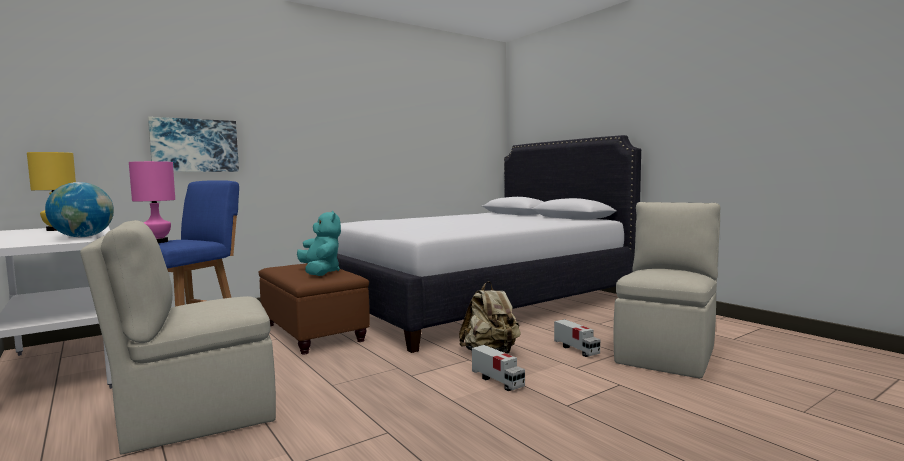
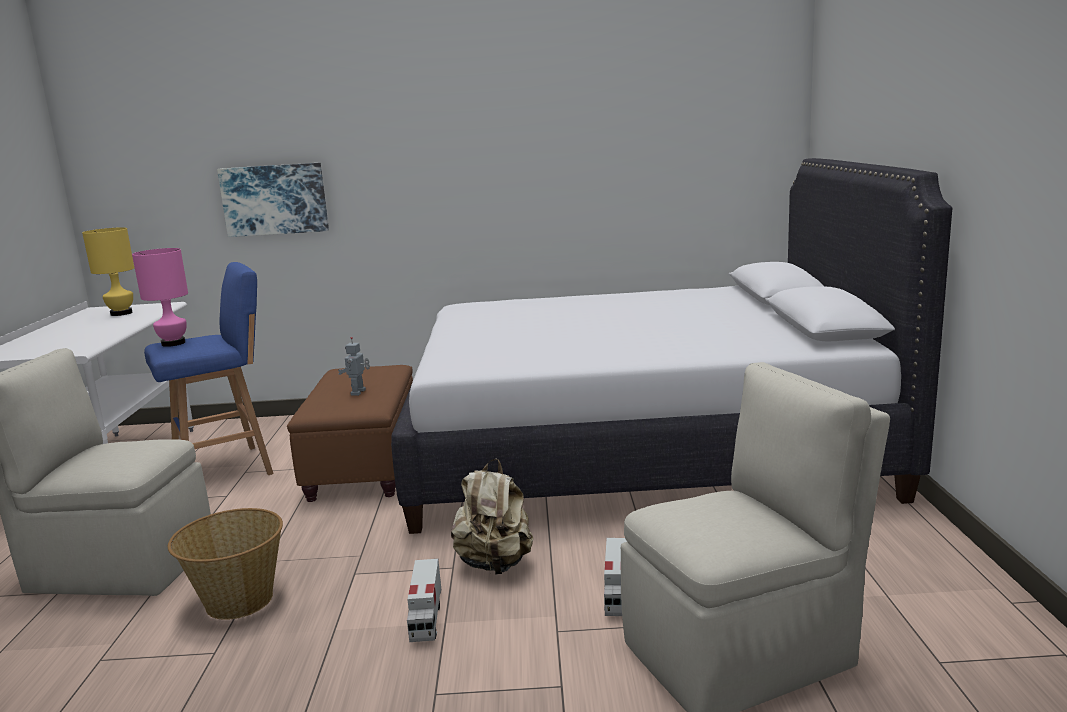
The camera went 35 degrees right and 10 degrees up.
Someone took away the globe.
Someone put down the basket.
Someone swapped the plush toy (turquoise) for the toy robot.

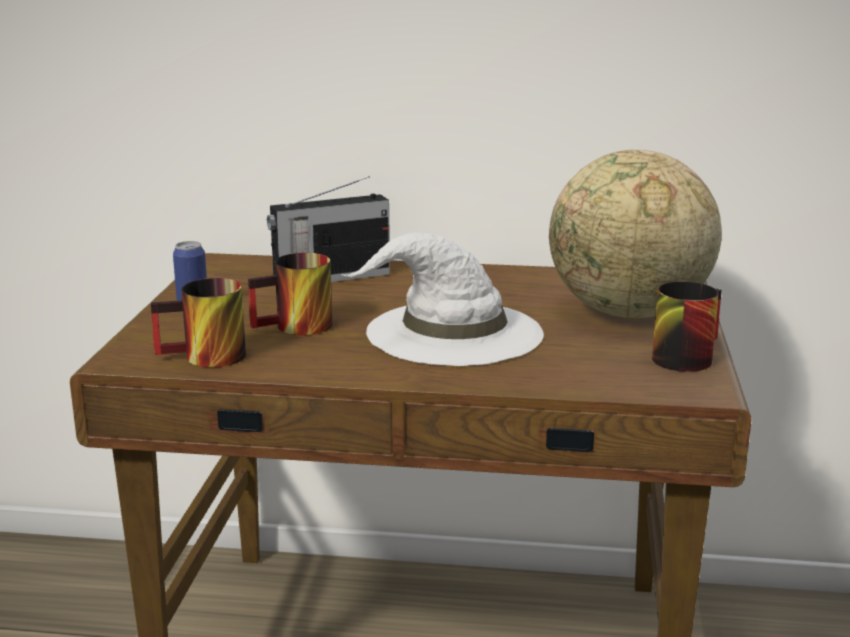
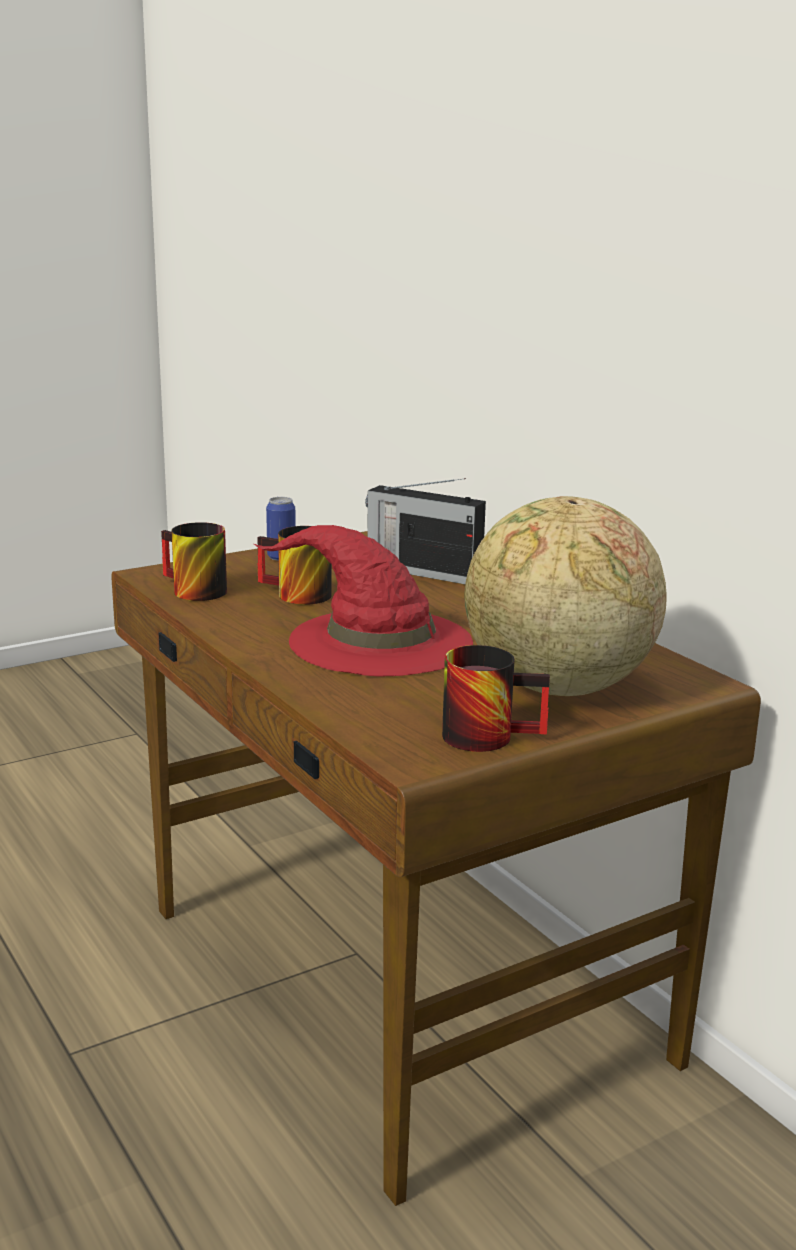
The camera went 50 degrees right and 0 degrees up.
Someone repainted the hat (white), which became the hat (red).

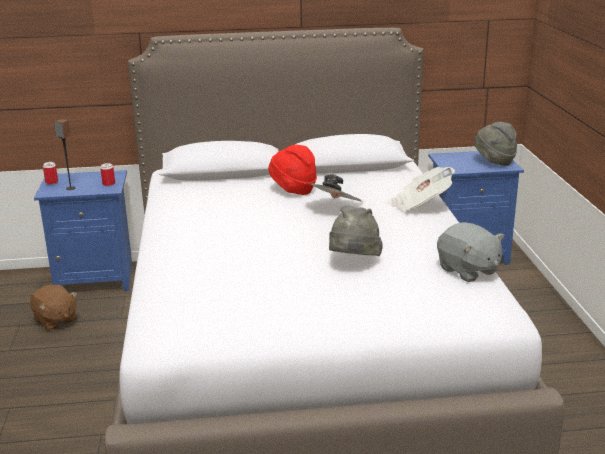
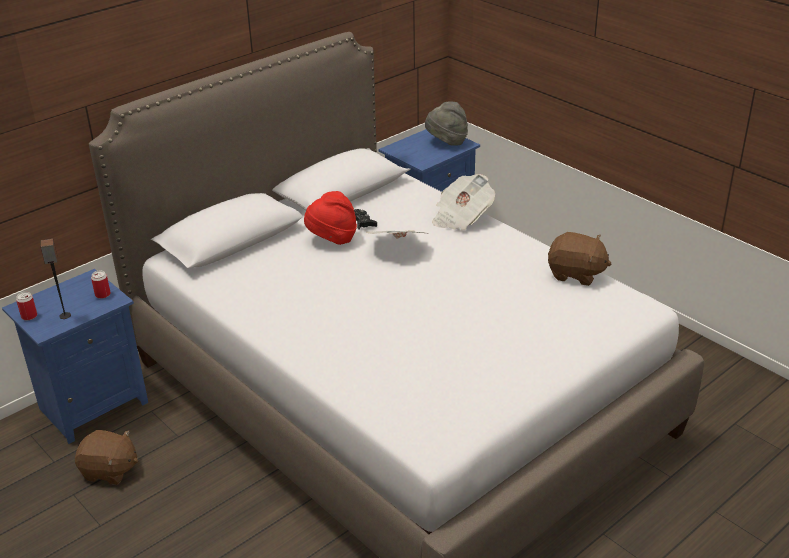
The camera went 35 degrees left and 10 degrees up.
Someone took away the hat (grey) (no. 1 from left).
Someone repainted the plush toy (grey), which became the plush toy (brown) (no. 2 from left).

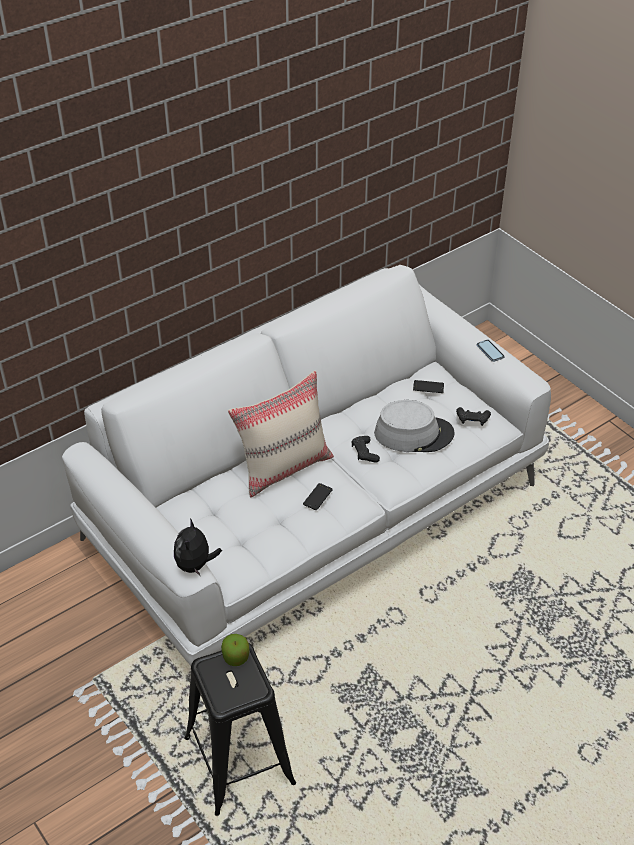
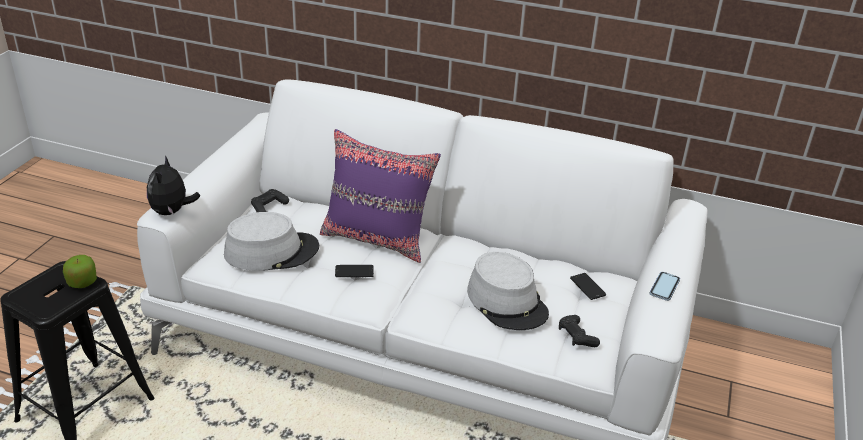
The camera went 55 degrees right and 10 degrees down.
Someone put down the hat (grey) (no. 1 from left).
Someone carried the game controller (black) (no. 1 from left).
Someone repainted the pillow (beige), which became the pillow (purple).
Someone rotated the plush toy by 60 degrees counterclockwise.

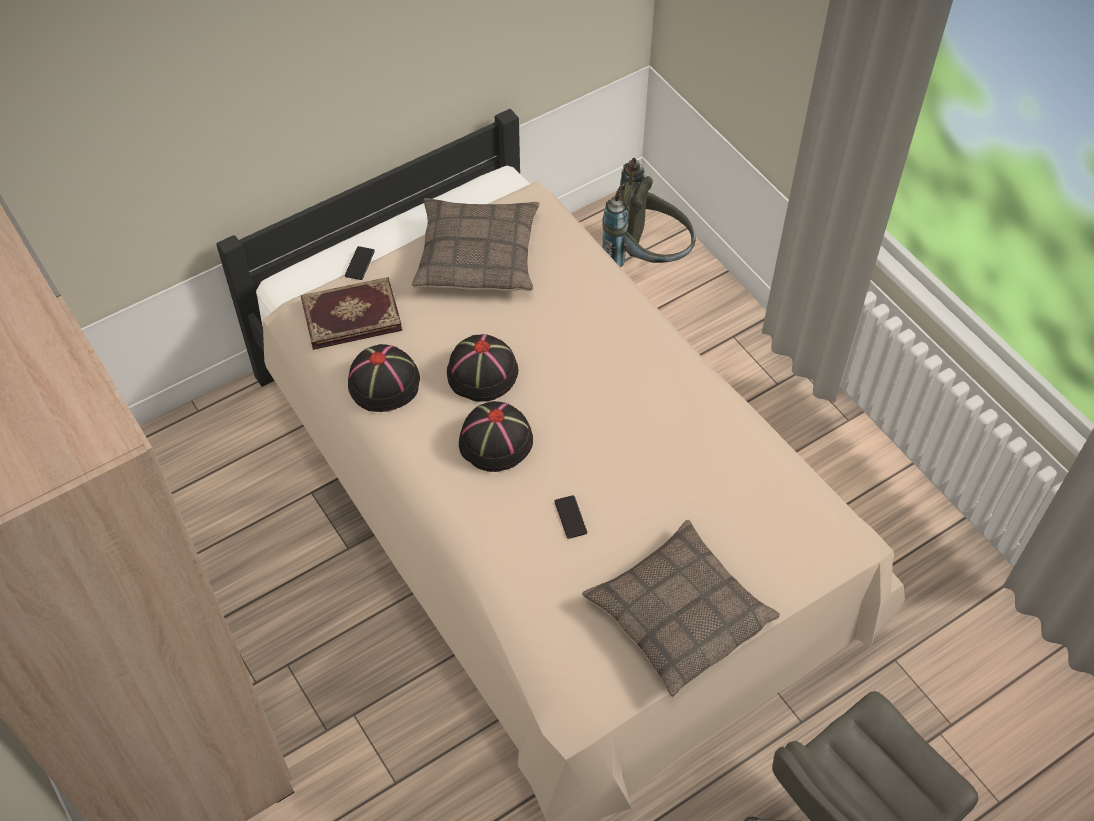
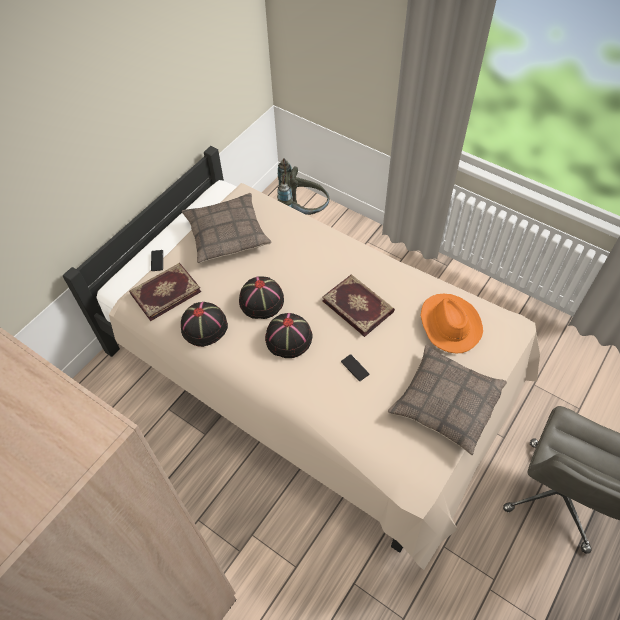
The camera went 20 degrees left and 0 degrees up.
Someone put down the book (no. 2 from left).
Someone put down the hat (orange).

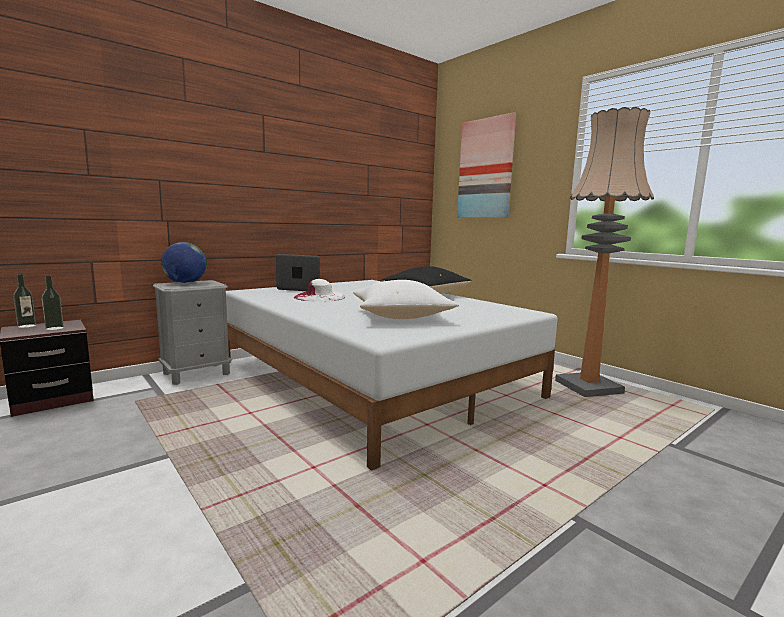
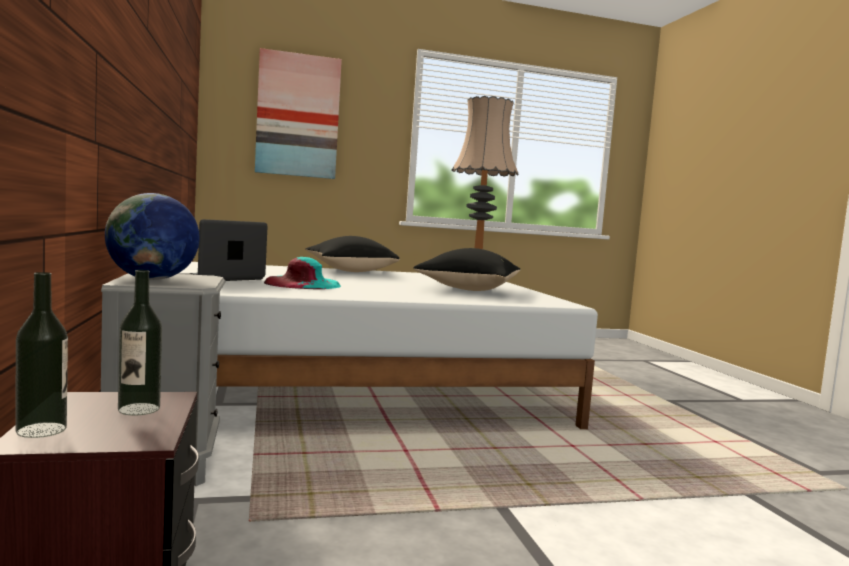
The camera went 65 degrees left and 5 degrees down.
Someone repainted the hat (white), which became the hat (turquoise).
Someone repainted the pillow (white), which became the pillow (black) (no. 2 from left).

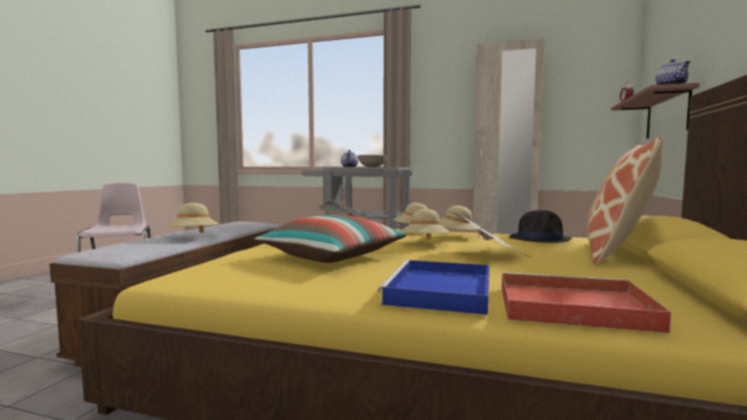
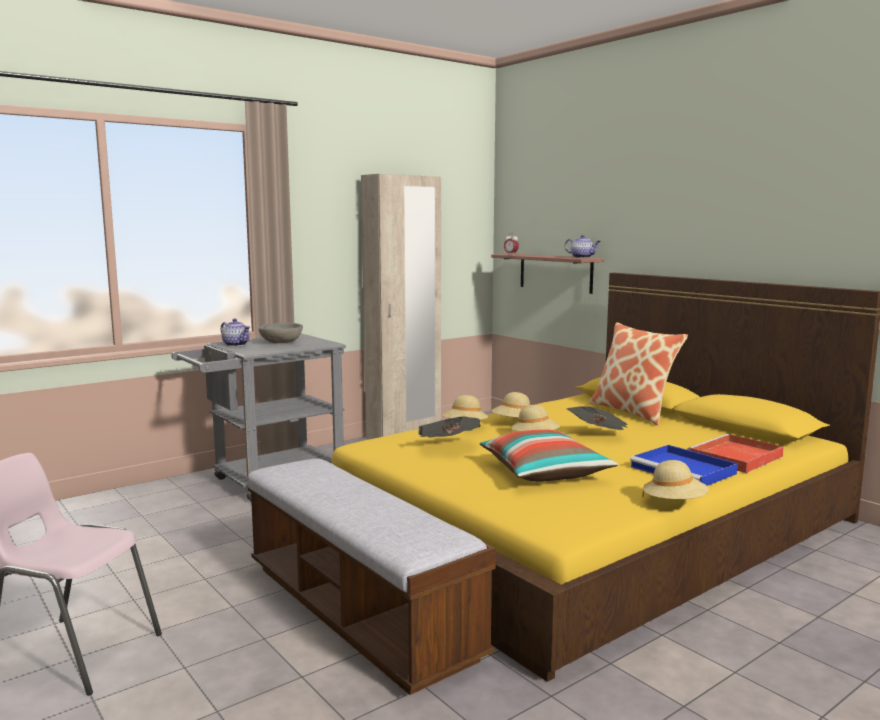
The camera went 55 degrees left and 5 degrees up.
Someone took away the hat (black).
Someone carried the hat (beige) (no. 1 from left in the first image).

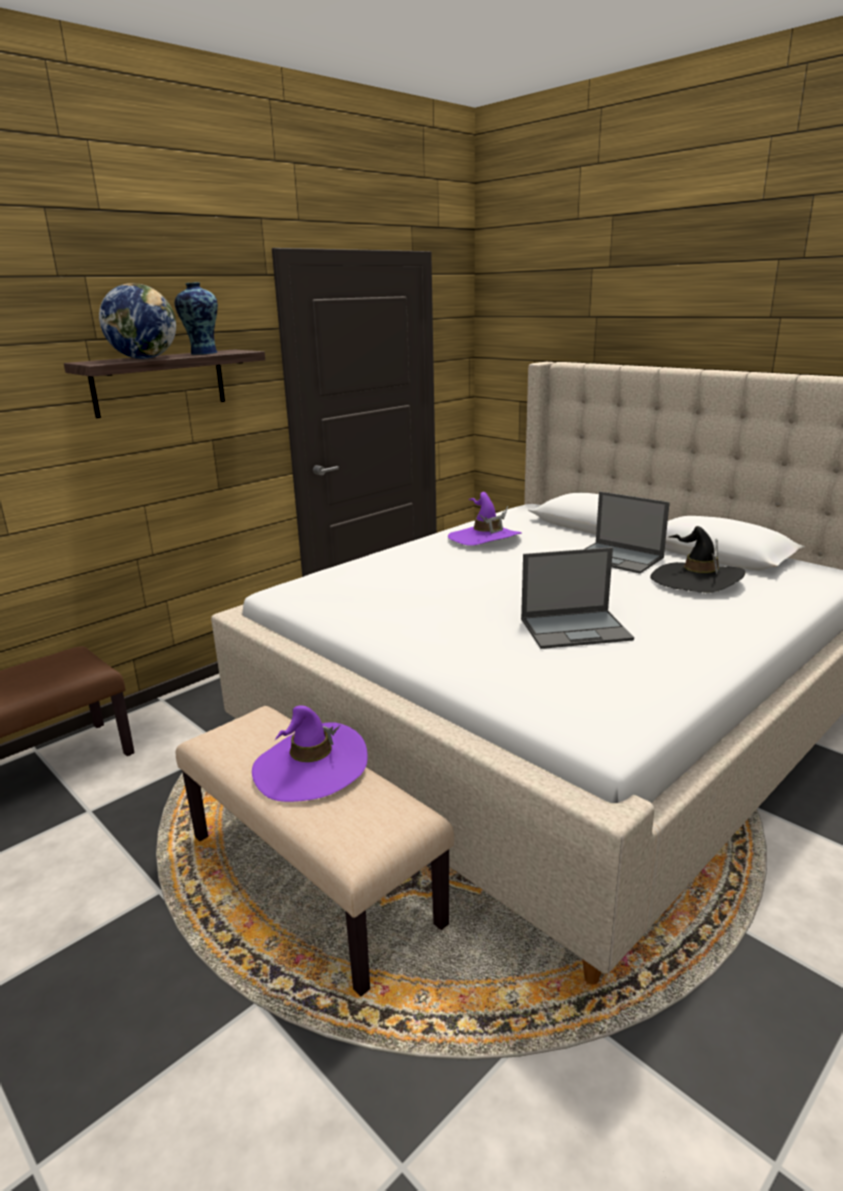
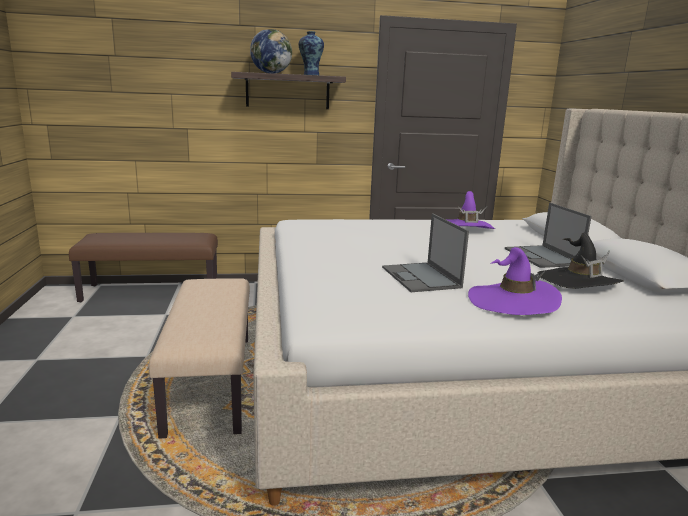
The camera went 35 degrees right and 5 degrees down.
Someone carried the hat (purple) (no. 1 from left in the first image).
Someone rotated the laptop (no. 1 from left) by 45 degrees clockwise.

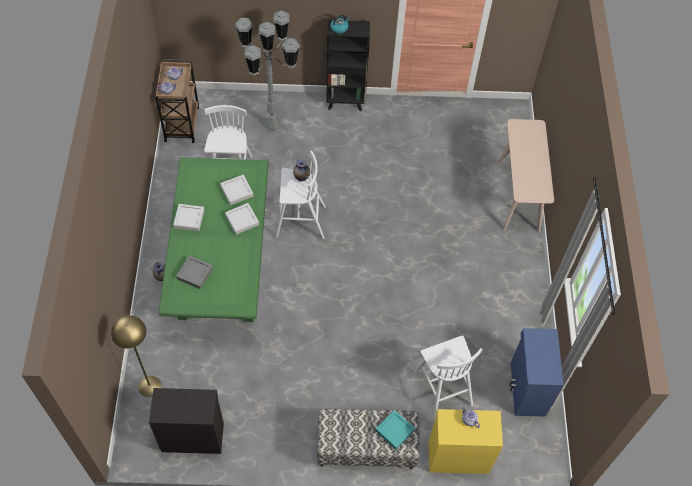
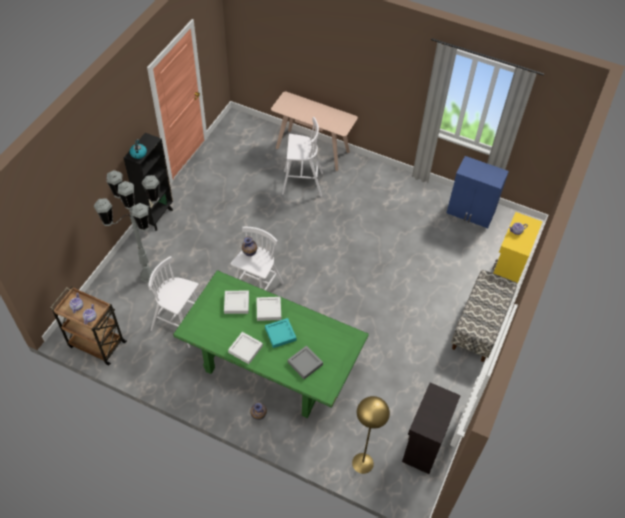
The camera went 65 degrees left and 5 degrees down.
Someone carried the tray (turquoise).
Someone carried the stool (white) (no. 3 from left).

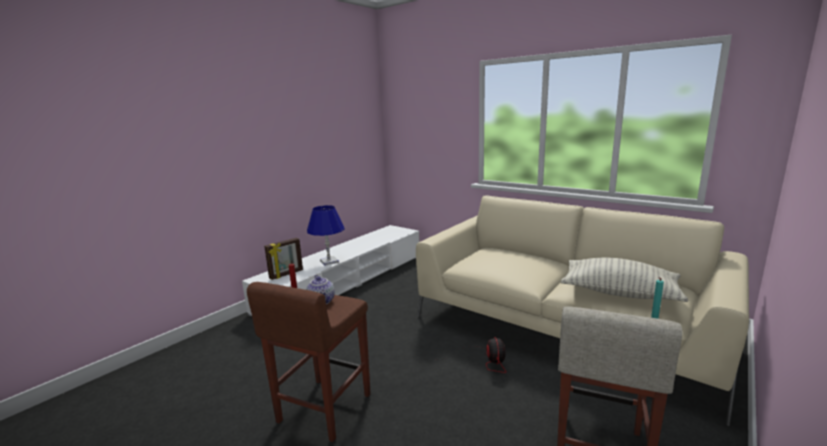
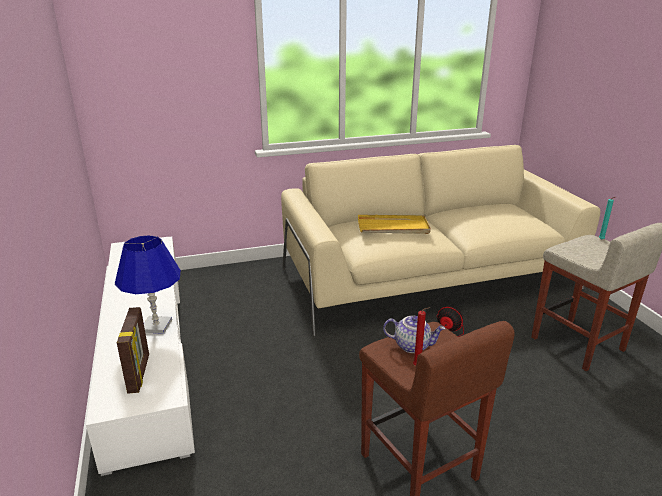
The camera went 55 degrees left and 10 degrees up.
Someone took away the pillow.
Someone put down the tray (yellow).

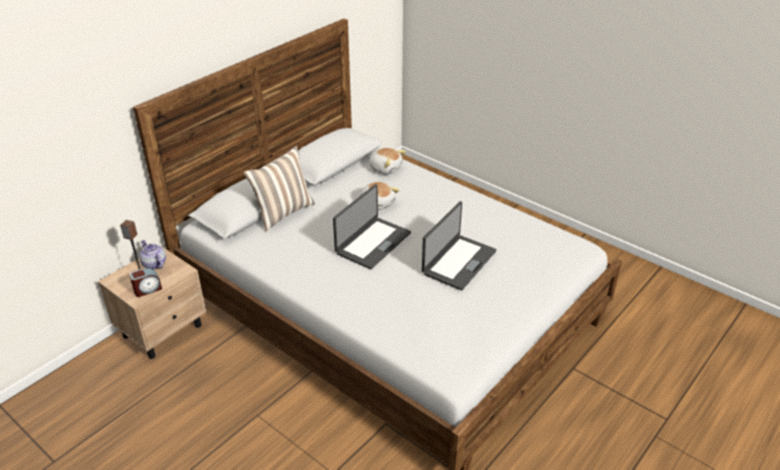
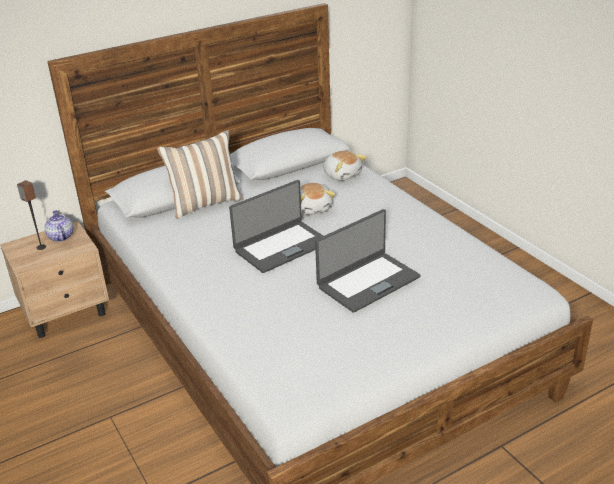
The camera went 20 degrees right and 5 degrees down.
Someone took away the alarm clock.

